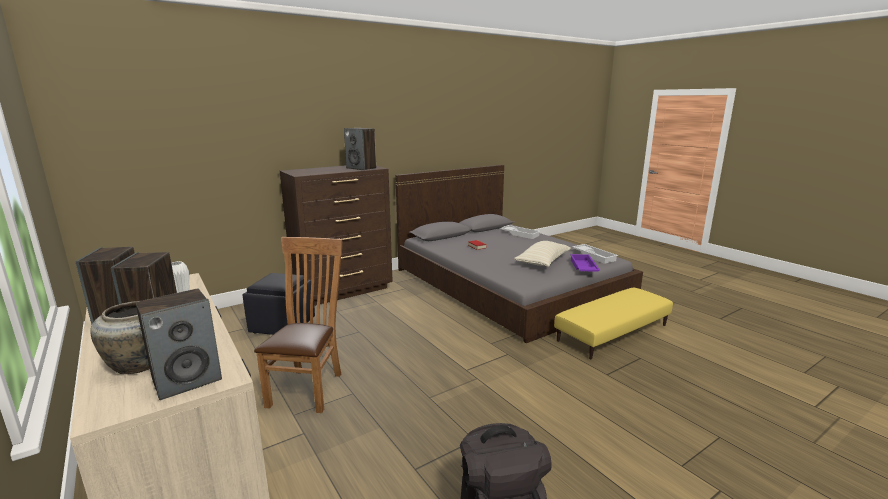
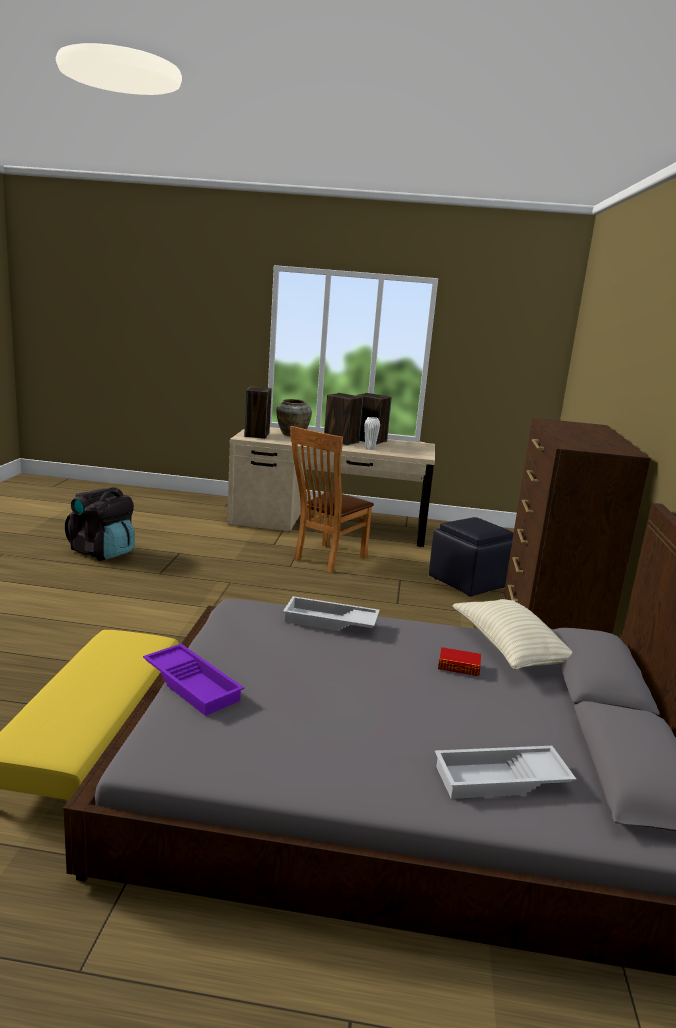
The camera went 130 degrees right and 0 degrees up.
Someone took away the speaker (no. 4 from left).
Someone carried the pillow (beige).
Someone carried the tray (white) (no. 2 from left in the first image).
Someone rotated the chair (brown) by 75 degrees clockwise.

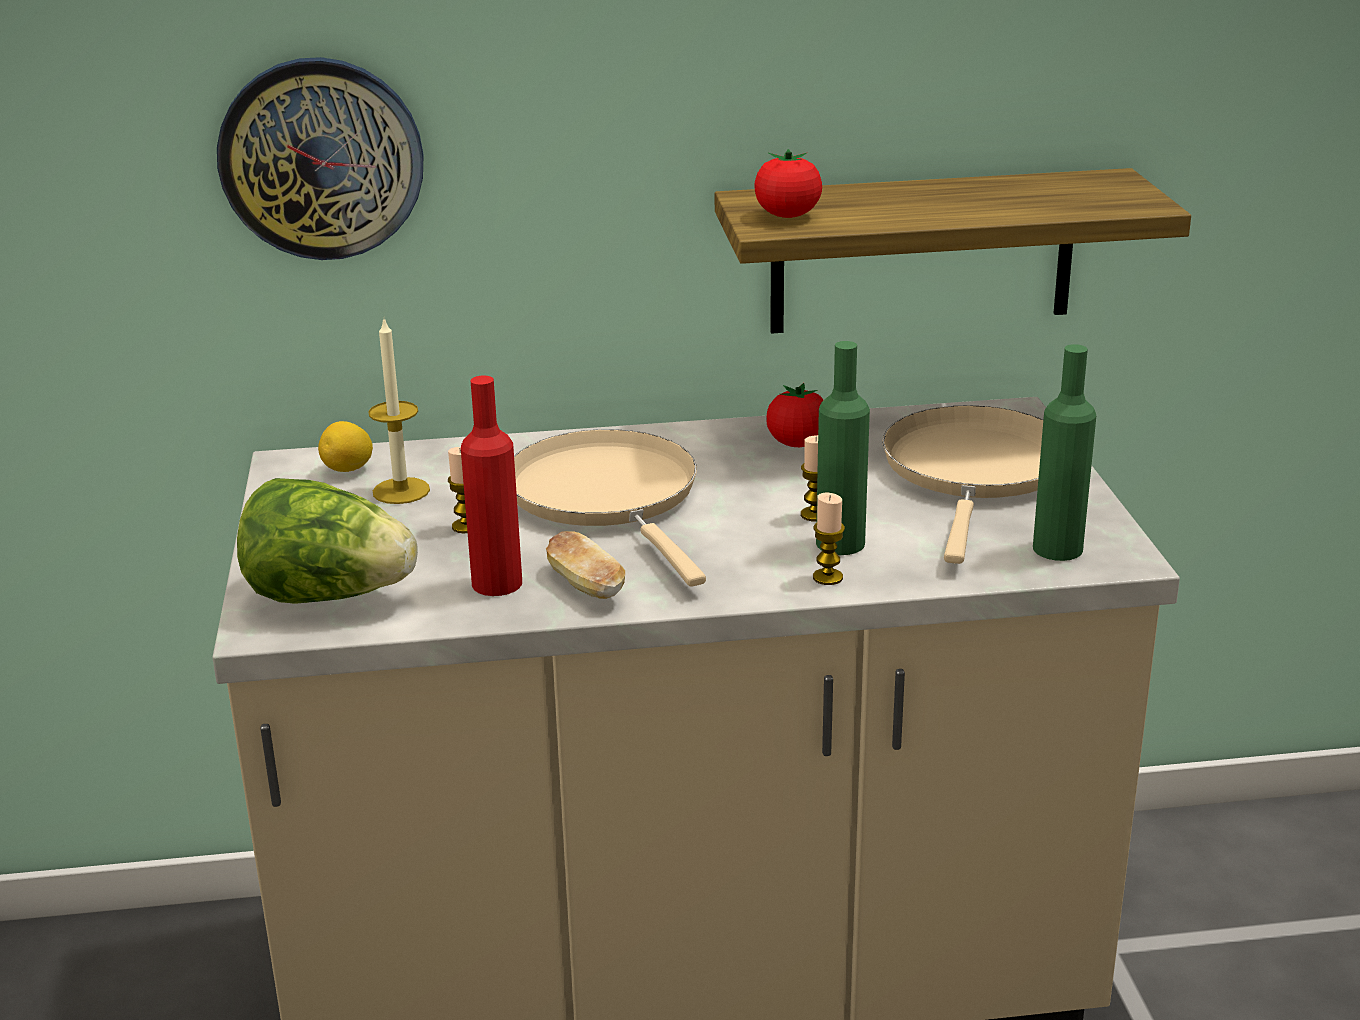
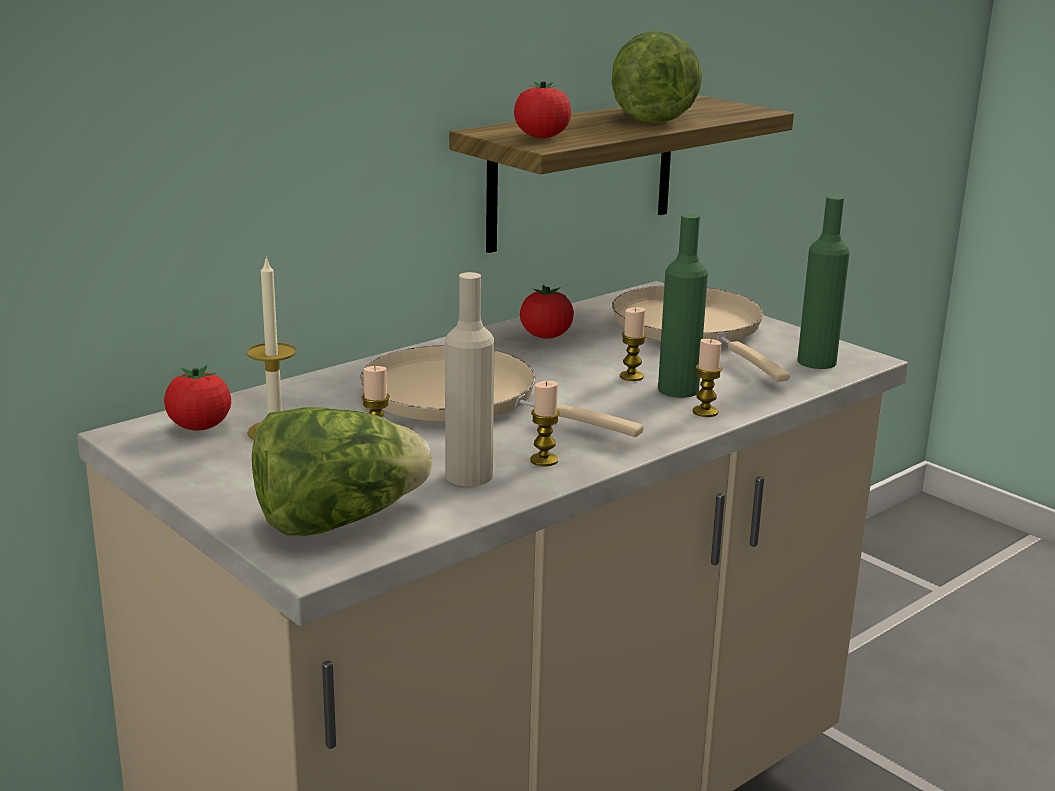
The camera went 35 degrees left and 5 degrees down.
Someone took away the wall clock.
Someone put down the lettuce (no. 2 from left).
Someone swapped the lemon for the tomato (no. 1 from left).
Someone swapped the bread for the candle (no. 3 from left).
Someone repainted the bottle (red), which became the bottle (beige).

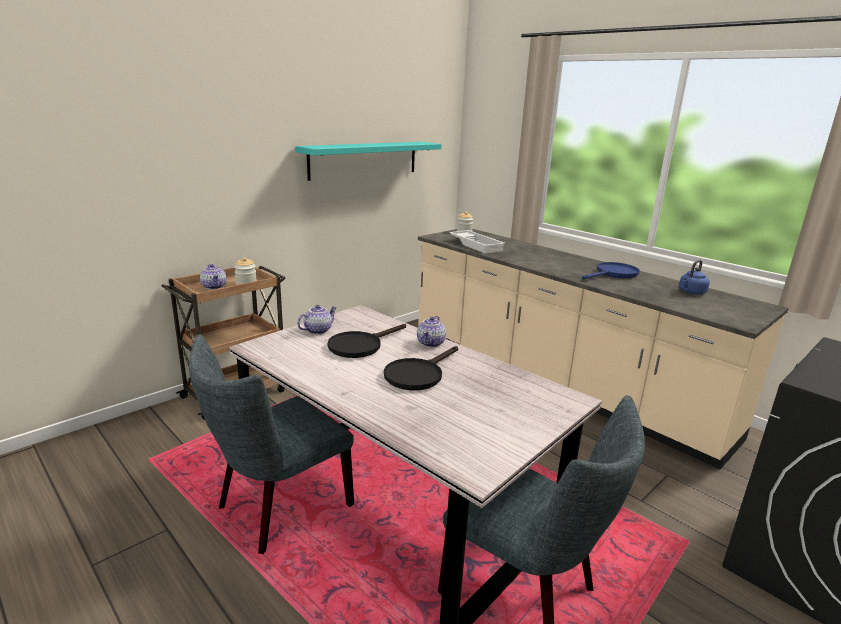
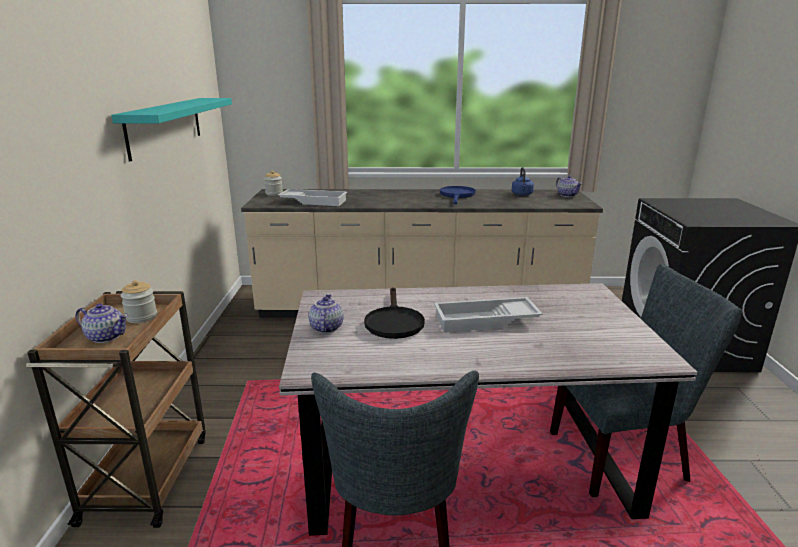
The camera went 45 degrees left and 0 degrees up.
Someone carried the teapot (no. 3 from left).
Someone swapped the frying pan (black) (no. 2 from left) for the tray (white) (no. 2 from left).

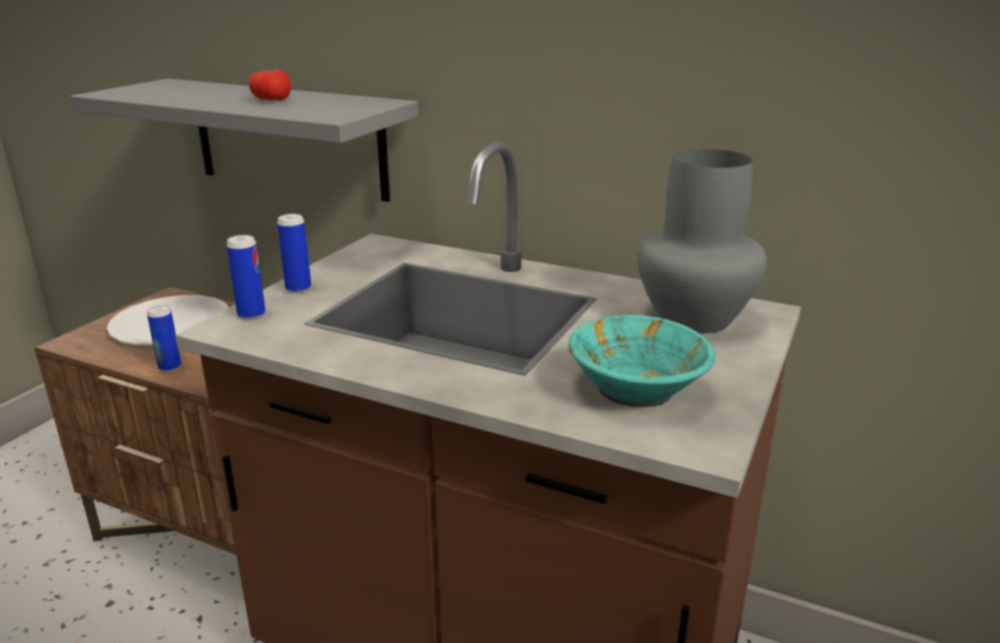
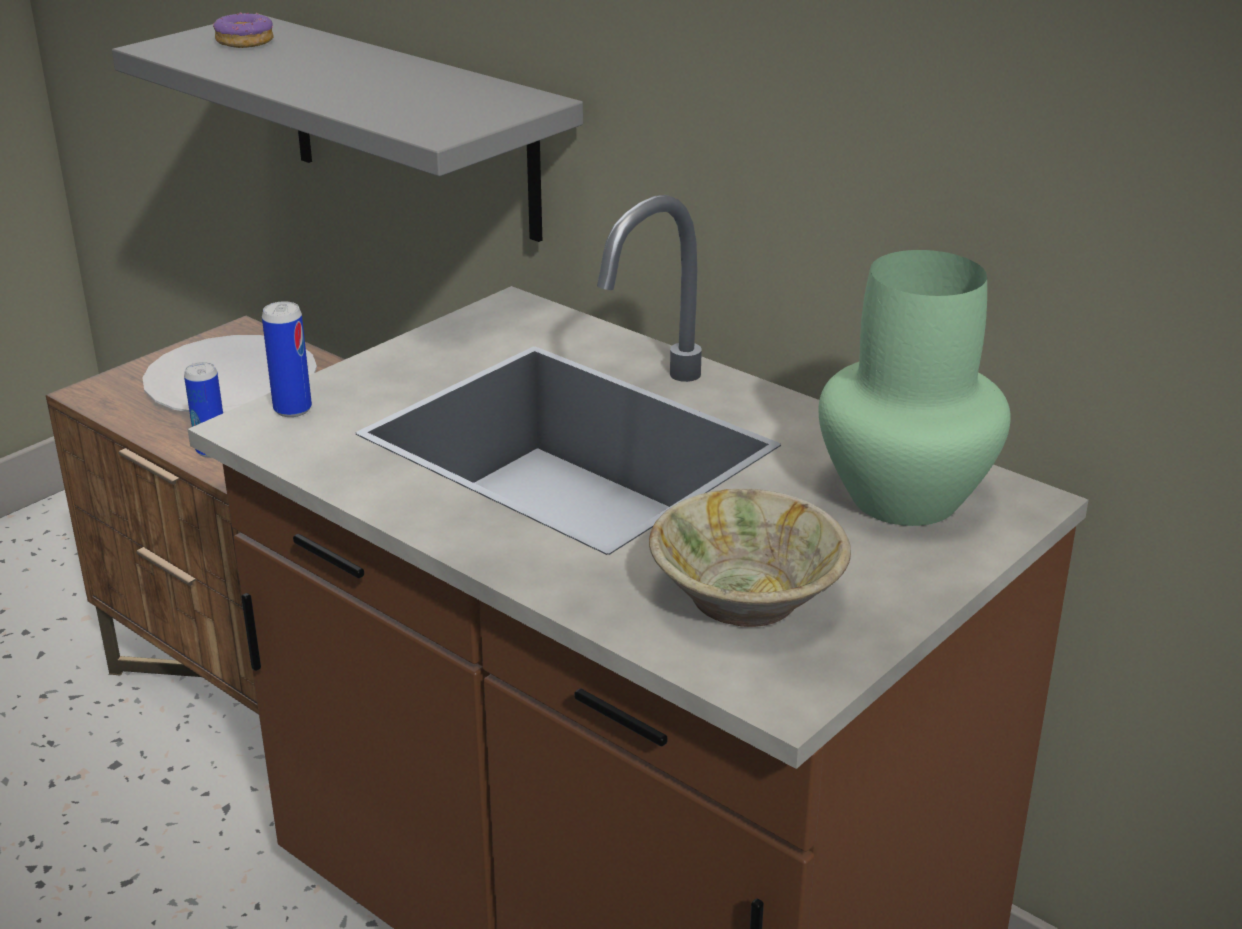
The camera went 15 degrees right and 5 degrees up.
Someone took away the tomato.
Someone took away the can (no. 3 from left).
Someone put down the donut.
Someone repainted the bowl (turquoise), which became the bowl (beige).
Someone repainted the vase (grey), which became the vase (green).

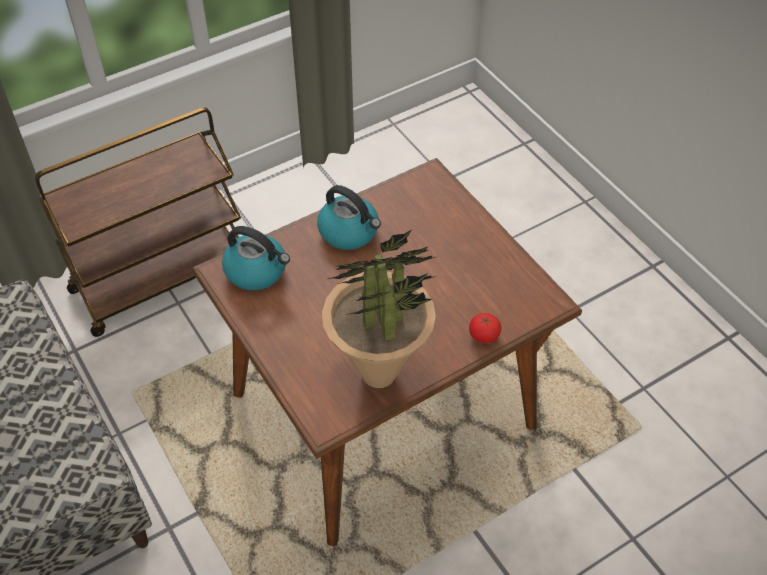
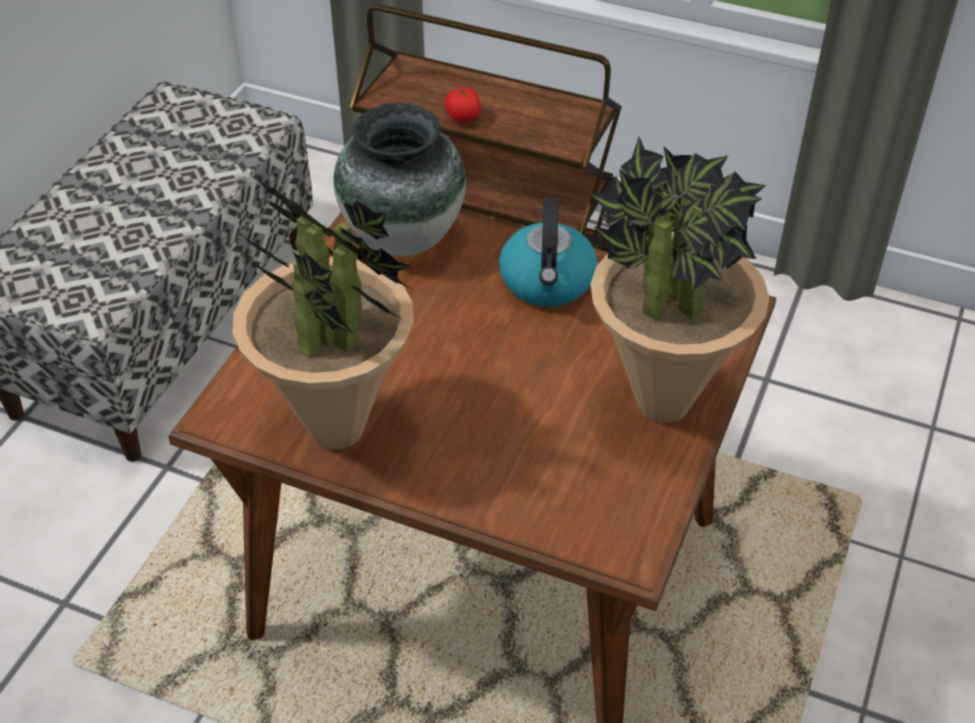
The camera went 55 degrees right and 5 degrees down.
Someone put down the potted plant (no. 2 from left).
Someone carried the tomato.
Someone swapped the kettle (no. 1 from left) for the vase.

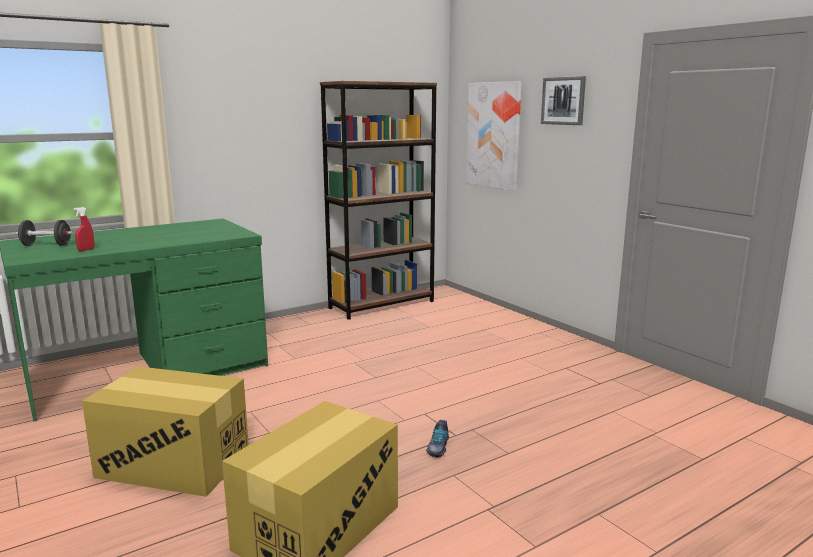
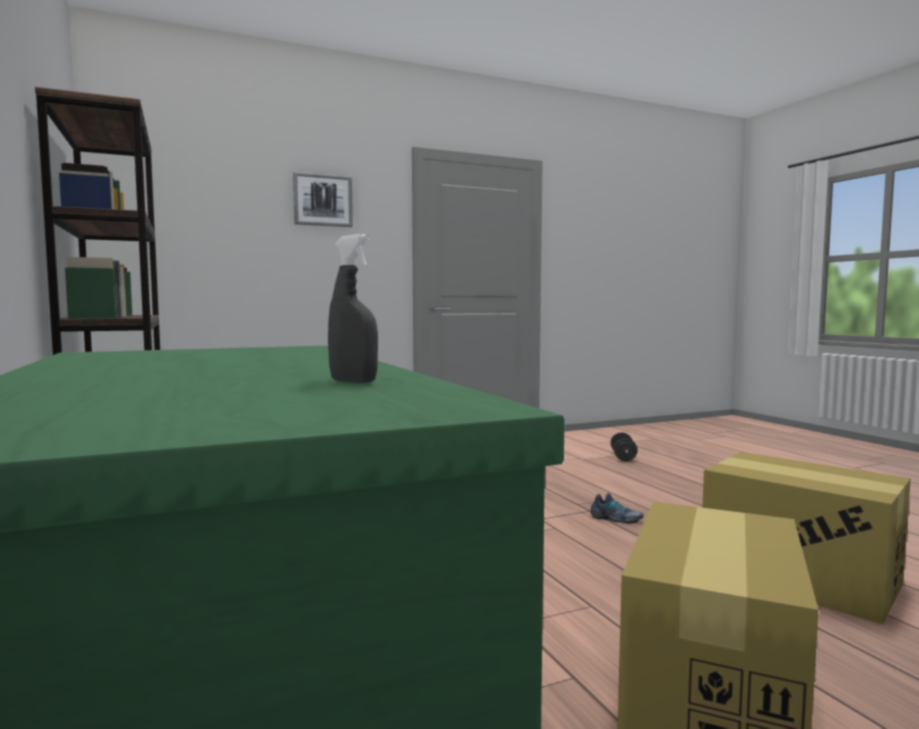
The camera went 80 degrees left and 10 degrees down.
Someone took away the picture (no. 1 from left).
Someone carried the dumbbell (black).
Someone repainted the spray bottle (red), which became the spray bottle (grey).

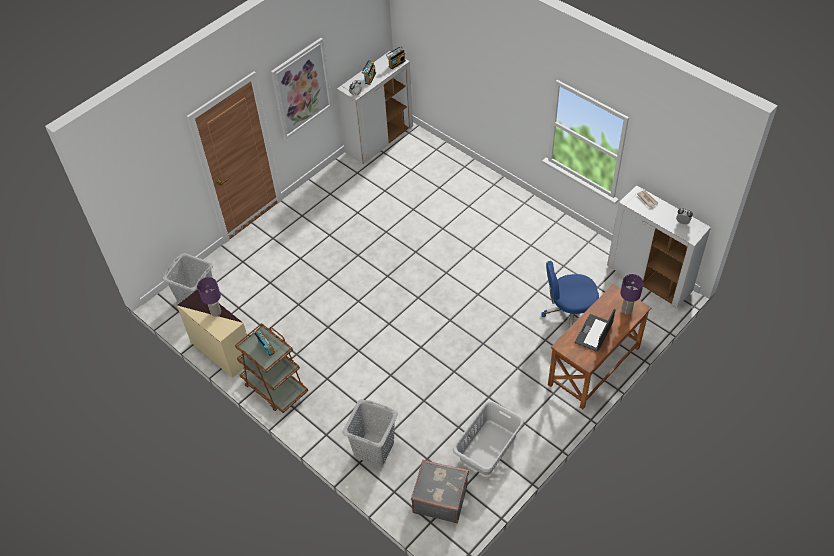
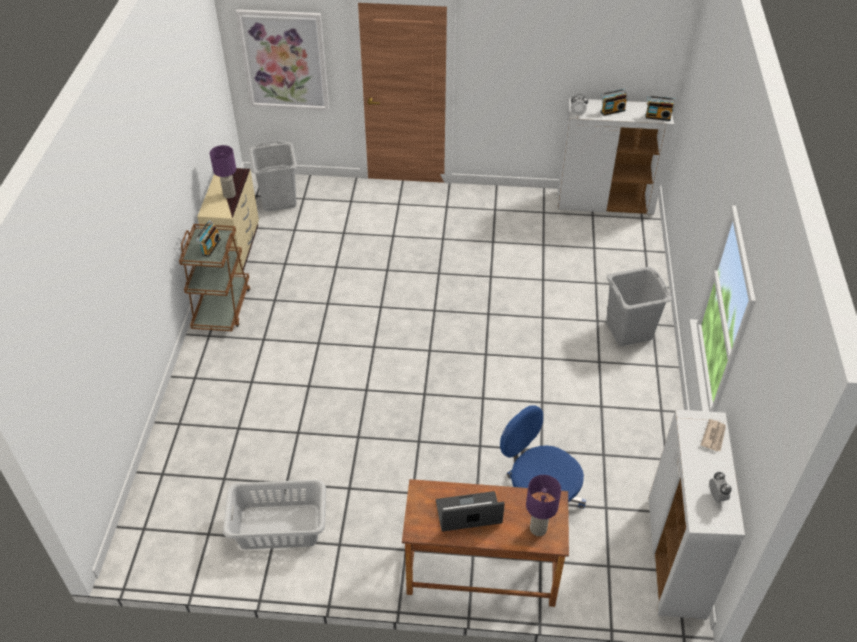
The camera went 50 degrees right and 5 degrees down.
Someone took away the suitcase (grey).
Someone carried the picture.
Someone carried the laundry basket (grey) (no. 2 from left in the first image).

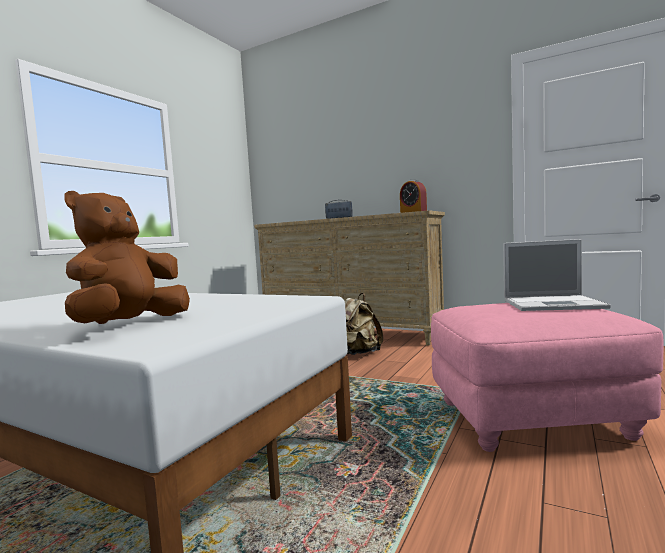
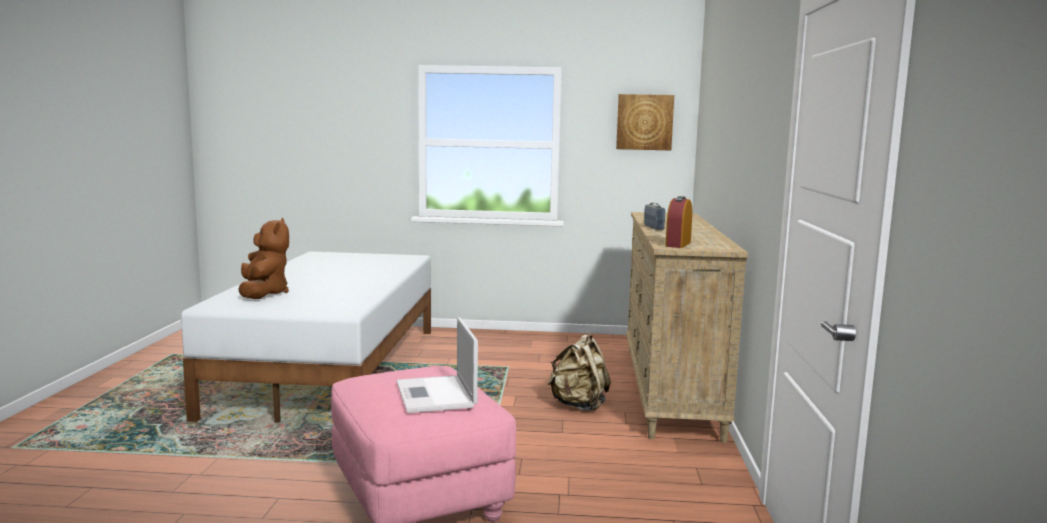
The camera went 65 degrees right and 5 degrees up.
Someone put up the picture.
Someone rotated the plush toy (brown) by 75 degrees clockwise.

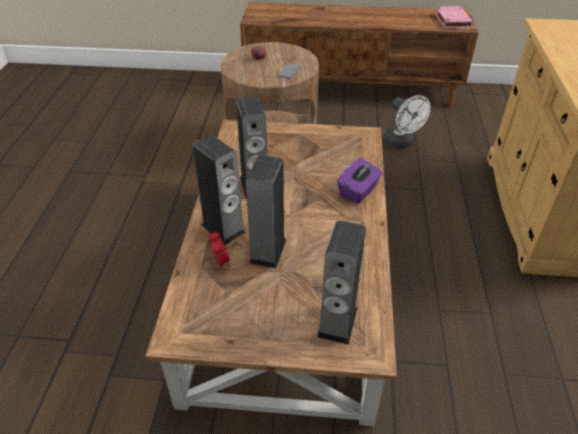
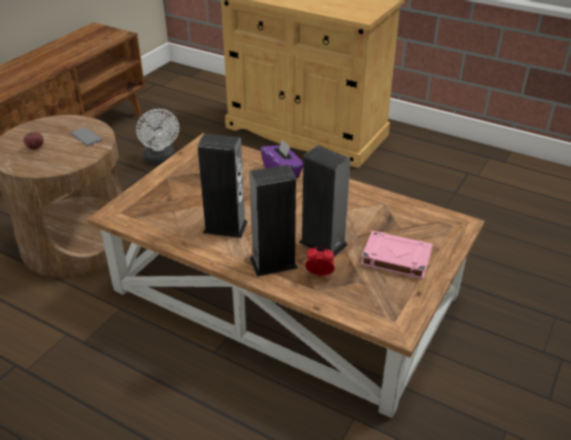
The camera went 65 degrees left and 5 degrees down.
Someone took away the speaker (no. 4 from left).
Someone carried the book (pink).
Someone rotated the fan (white) by 75 degrees clockwise.

